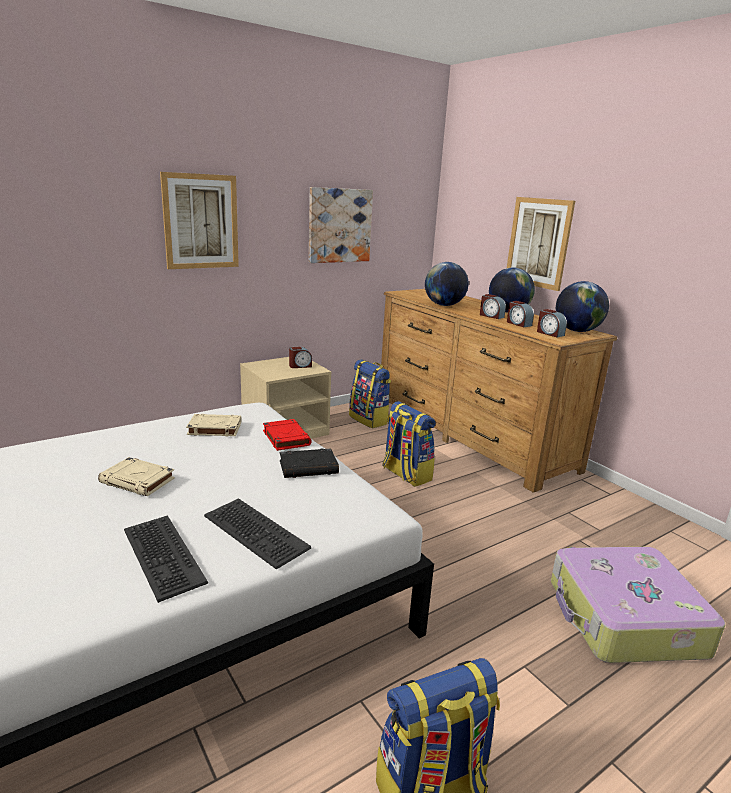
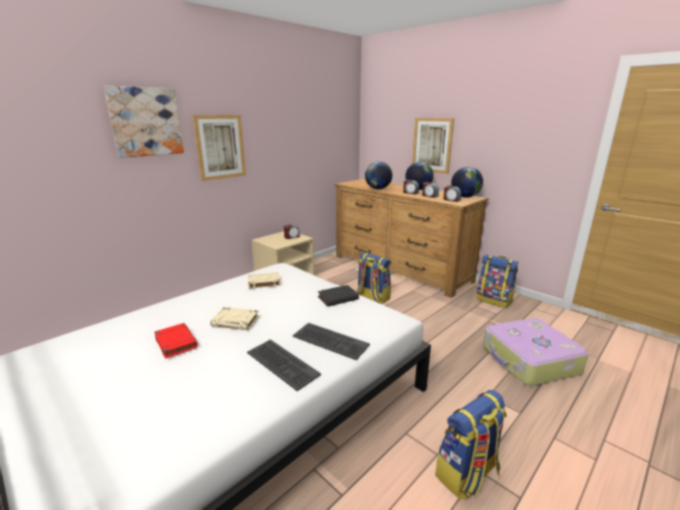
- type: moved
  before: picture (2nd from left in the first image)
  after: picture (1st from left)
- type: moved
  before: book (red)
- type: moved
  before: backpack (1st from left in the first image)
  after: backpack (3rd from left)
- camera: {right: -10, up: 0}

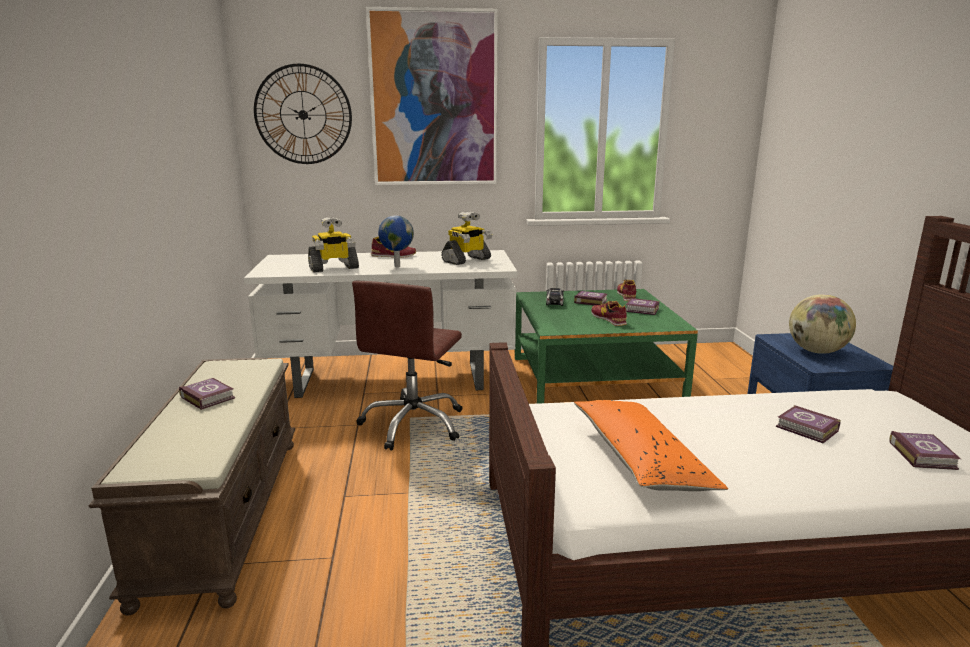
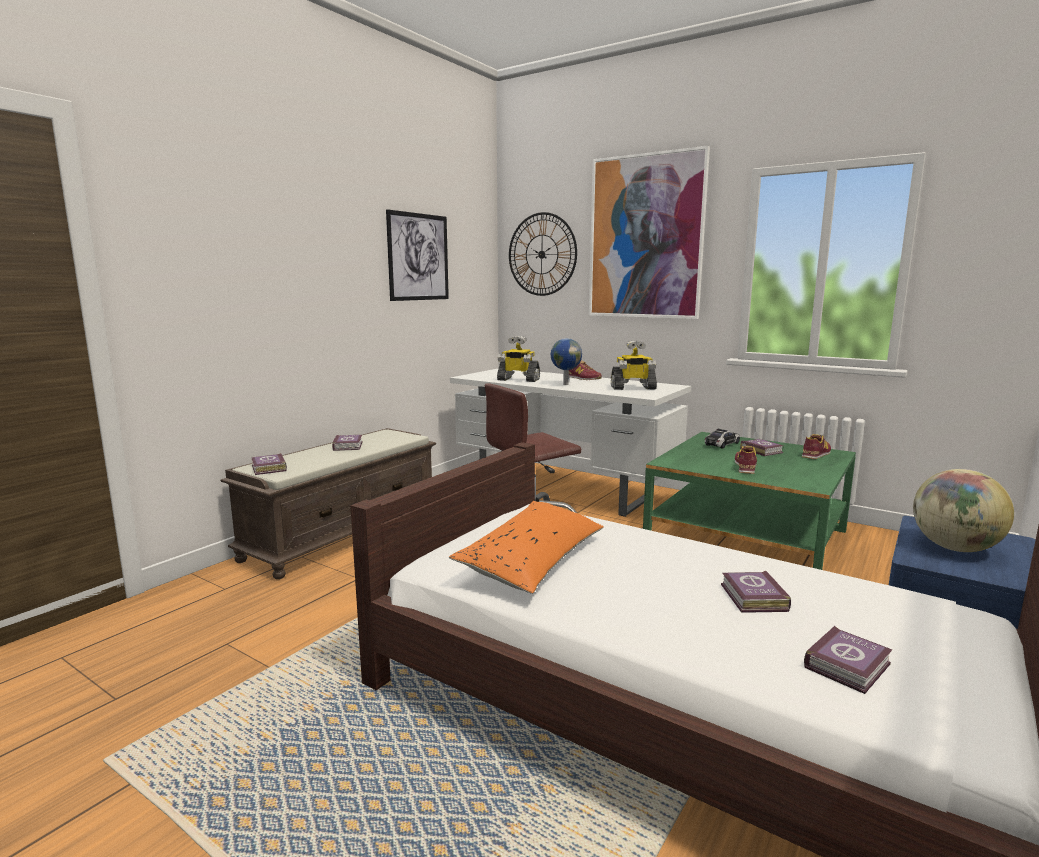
- type: moved
  before: book (3rd from left in the first image)
  after: book (1st from left)
- type: added
  after: picture (1st from left)
- camera: {right: 40, up: -5}

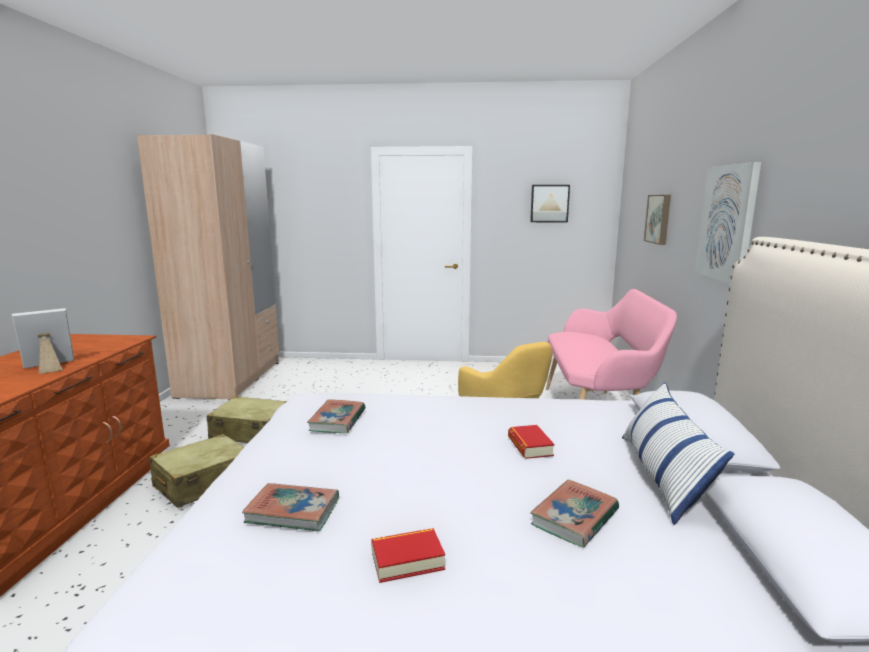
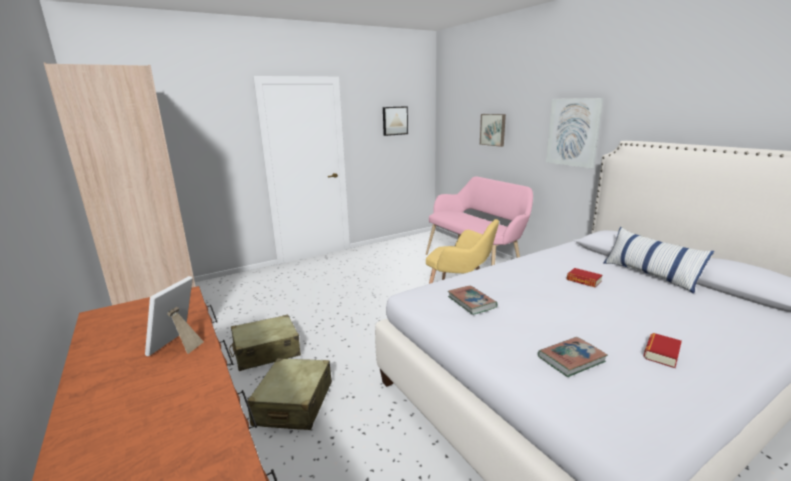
- type: removed
  before: book (5th from left)
- camera: {right: -35, up: 5}

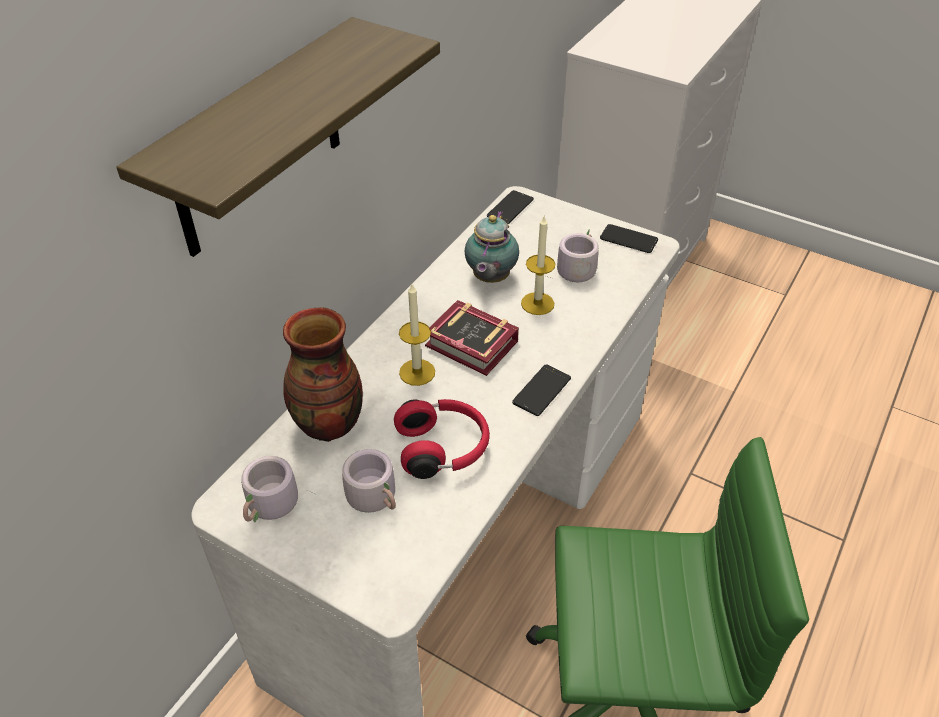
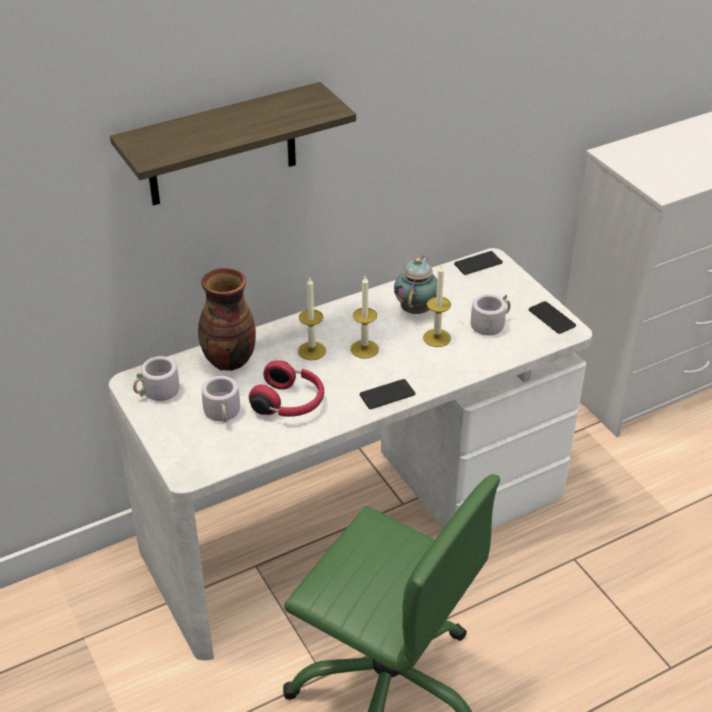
- type: replaced
  before: book
  after: candle (2nd from left)
- type: turned
  before: teapot
  turn: 150
- camera: {right: 30, up: -5}

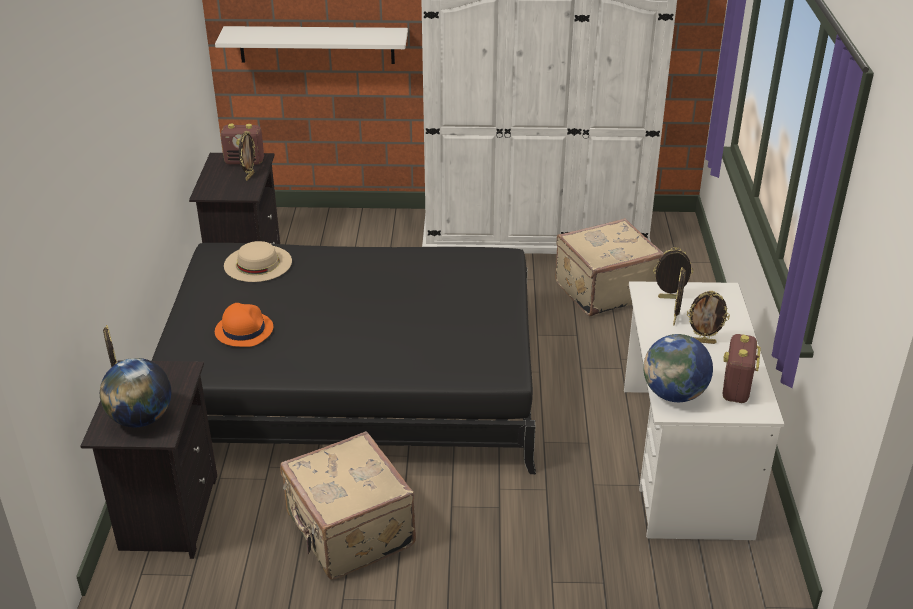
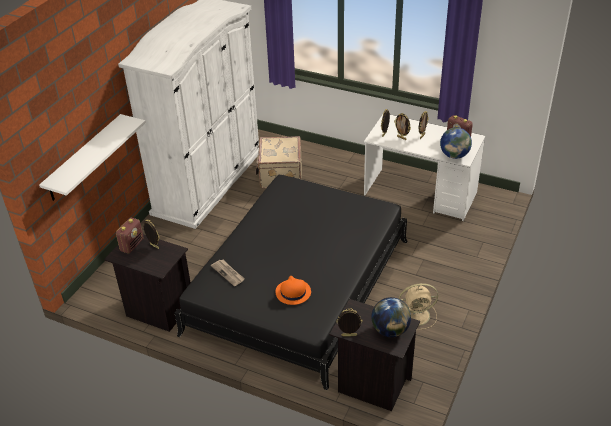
- type: replaced
  before: hat (beige)
  after: newspaper
- type: replaced
  before: suitcase (beige) (1st from left)
  after: fan (beige)
- camera: {right: -65, up: 5}

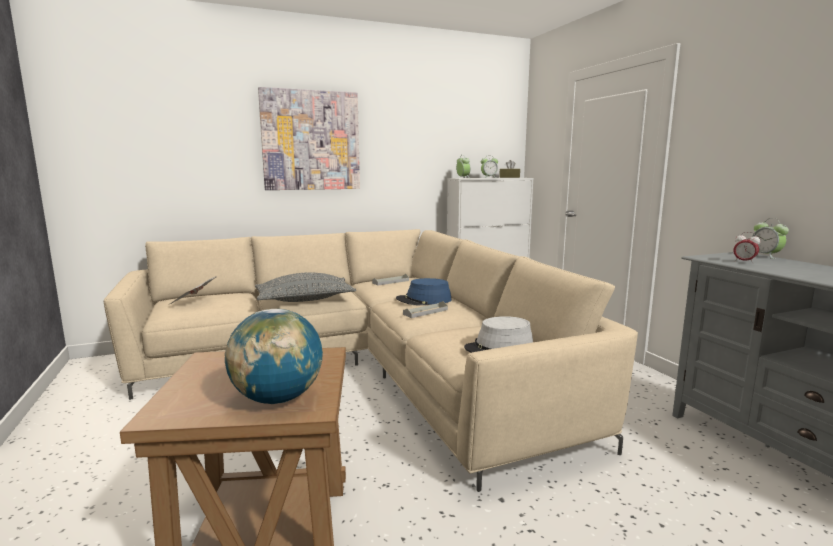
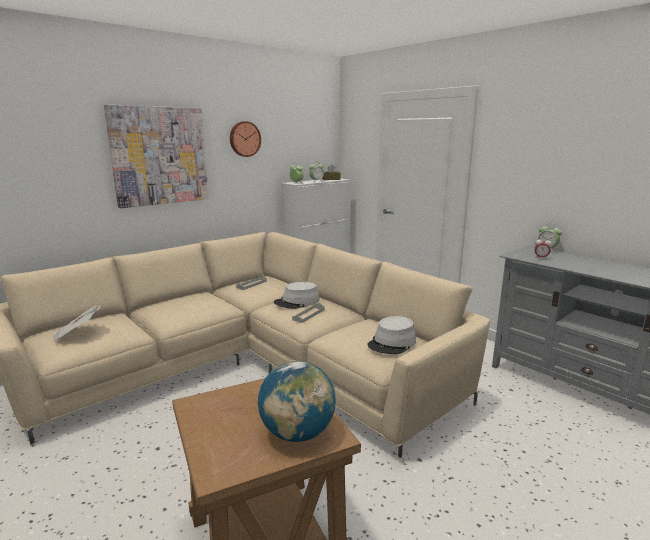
- type: added
  after: wall clock
- type: recoloured
  before: hat (blue)
  after: hat (grey) (1st from left)
- type: removed
  before: pillow (grey)
- camera: {right: -20, up: 5}

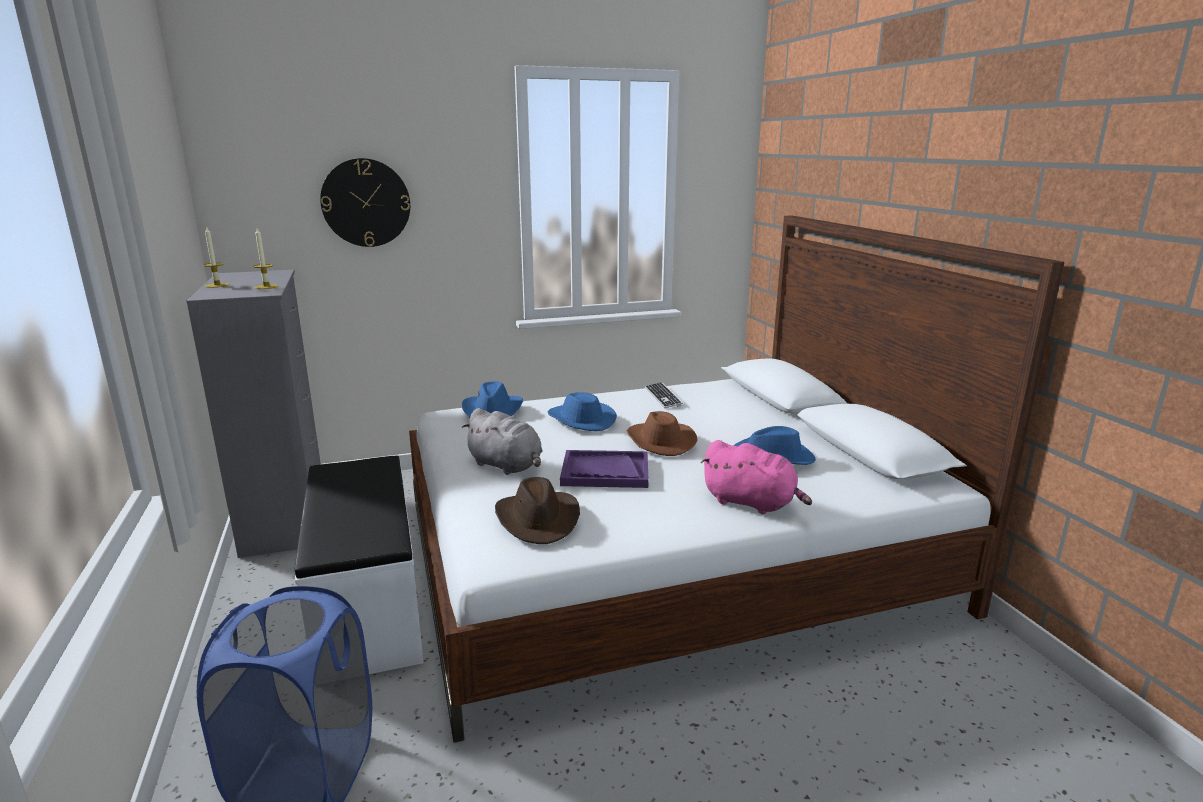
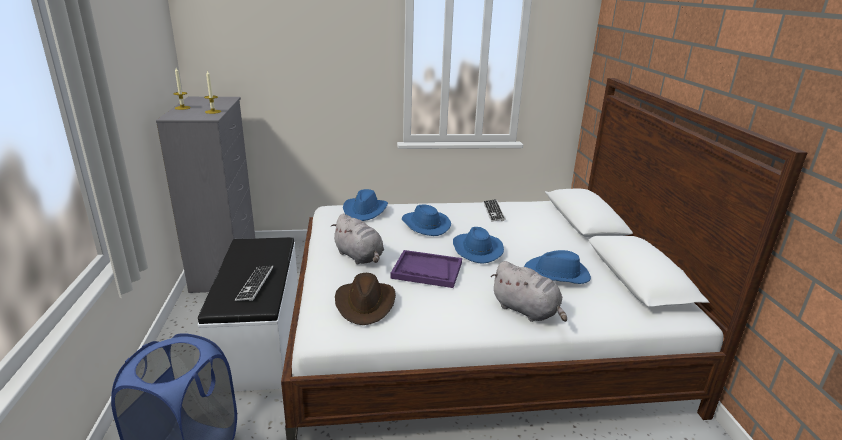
- type: added
  after: keyboard (1st from left)
- type: recoloured
  before: hat (brown) (2nd from left)
  after: hat (blue) (3rd from left)
- type: recoloured
  before: plush toy (pink)
  after: plush toy (grey) (2nd from left)
- type: removed
  before: wall clock
- camera: {right: 10, up: 5}

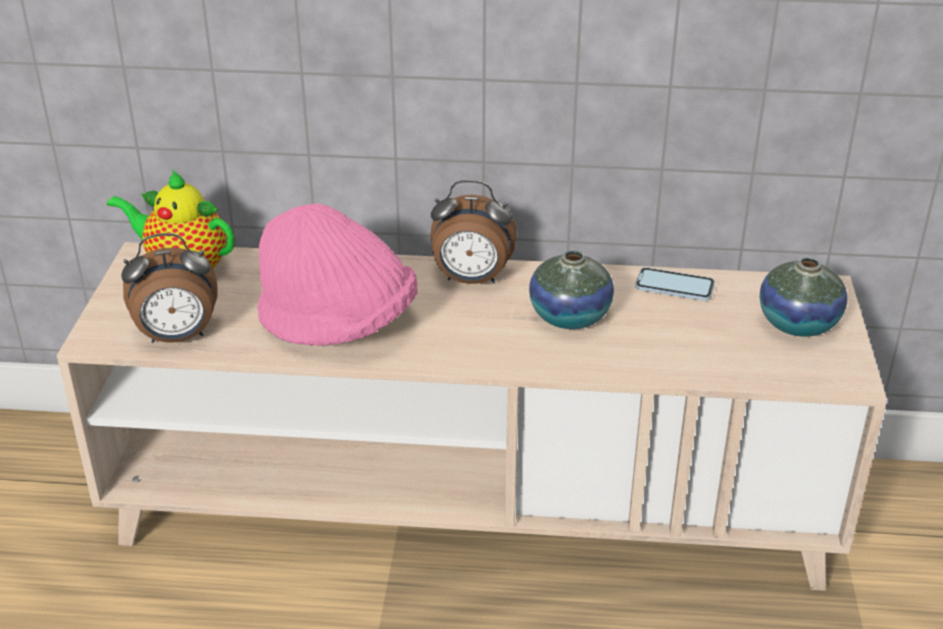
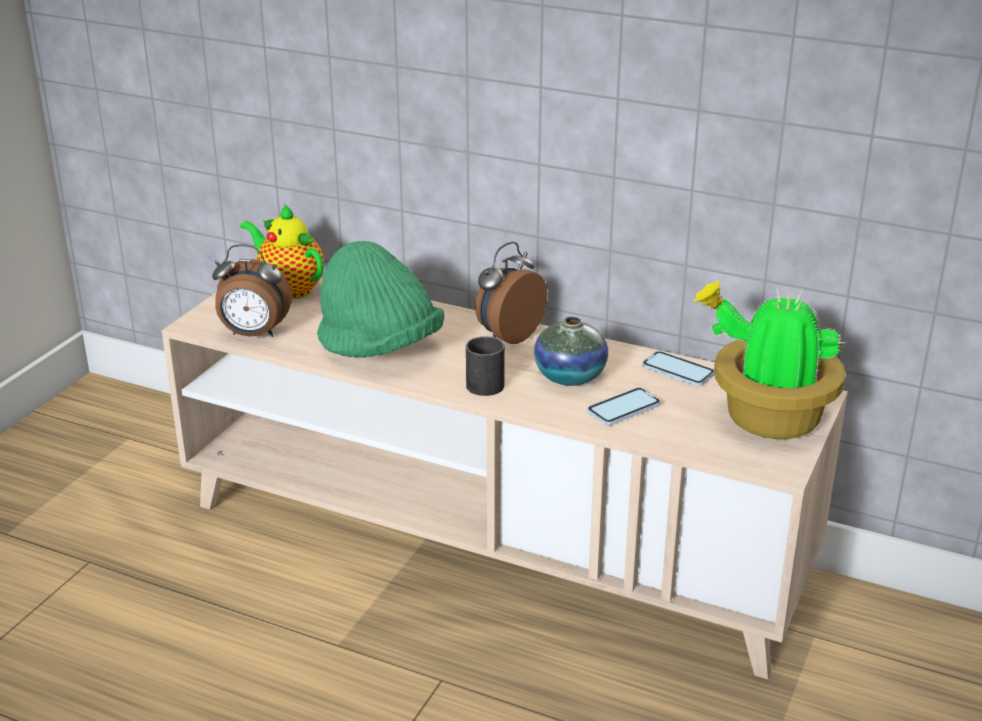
- type: recoloured
  before: hat (pink)
  after: hat (green)
- type: added
  after: mug (black)
- type: turned
  before: alarm clock (2nd from left)
  turn: 105
- type: added
  after: phone (1st from left)
- type: replaced
  before: vase (2nd from left)
  after: potted plant
- camera: {right: 20, up: -5}

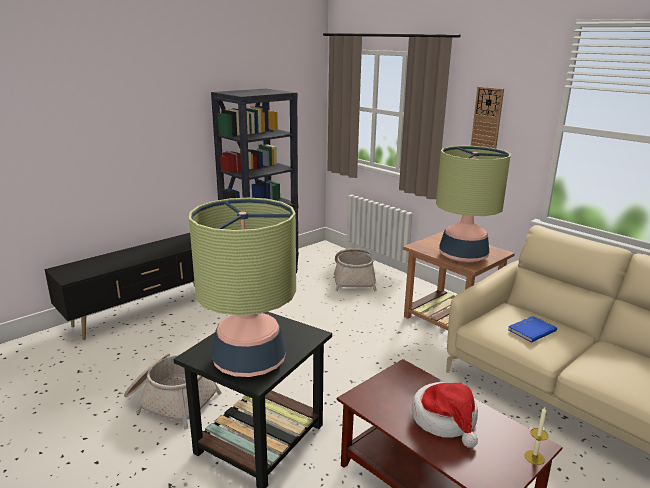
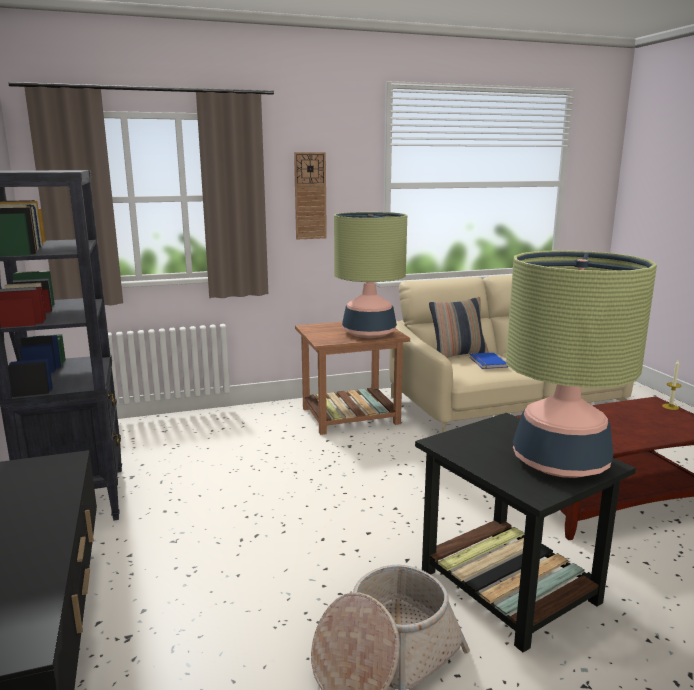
- type: added
  after: pillow
- type: removed
  before: basket (2nd from left)
- type: removed
  before: hat
- camera: {right: -65, up: -5}

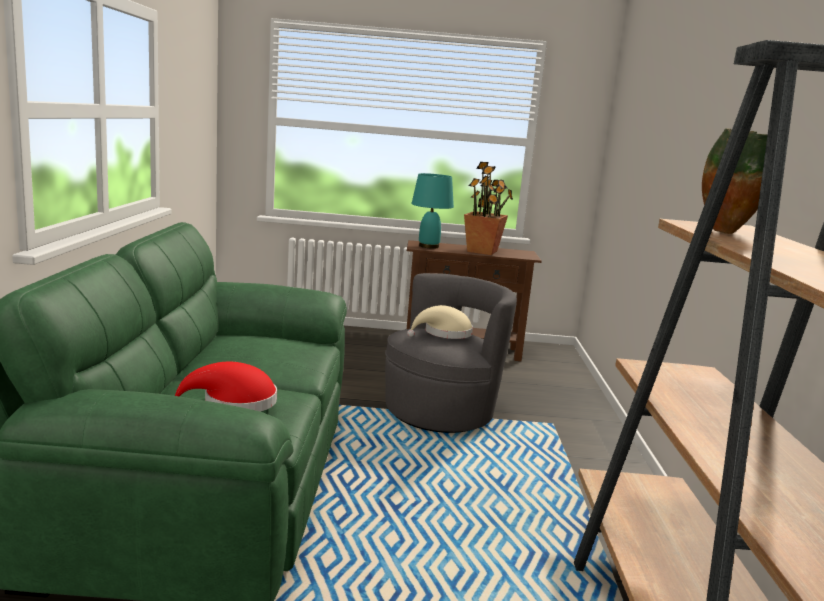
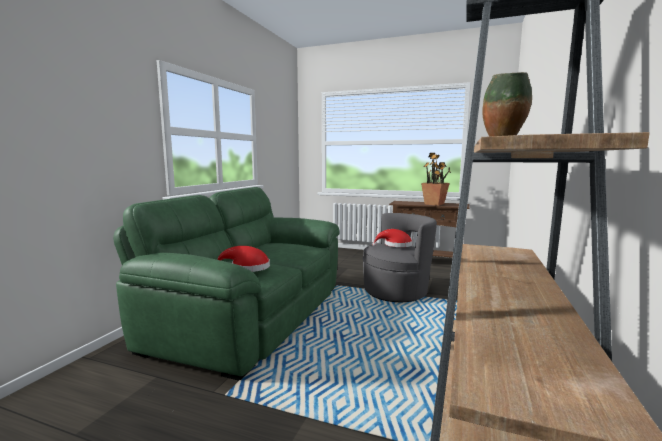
- type: recoloured
  before: hat (beige)
  after: hat (red) (2nd from left)
- type: removed
  before: table lamp (turquoise)
- camera: {right: 20, up: -5}

